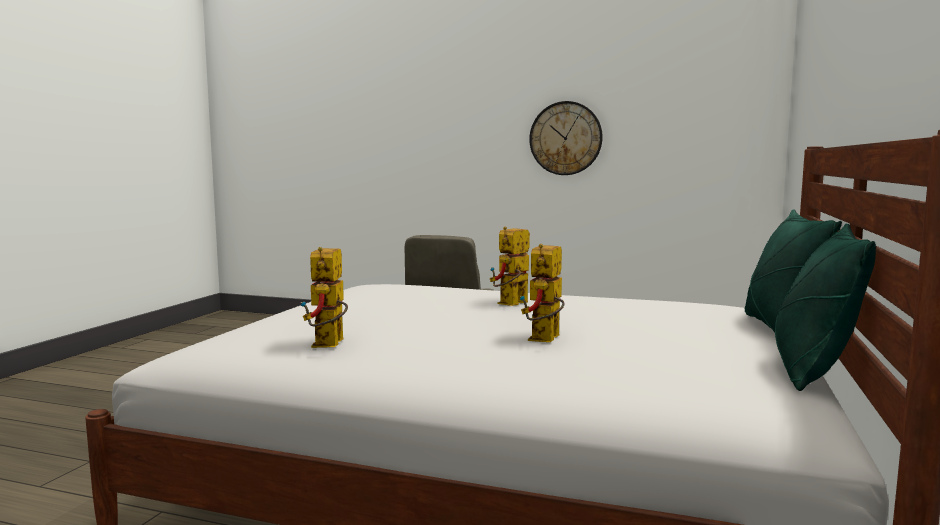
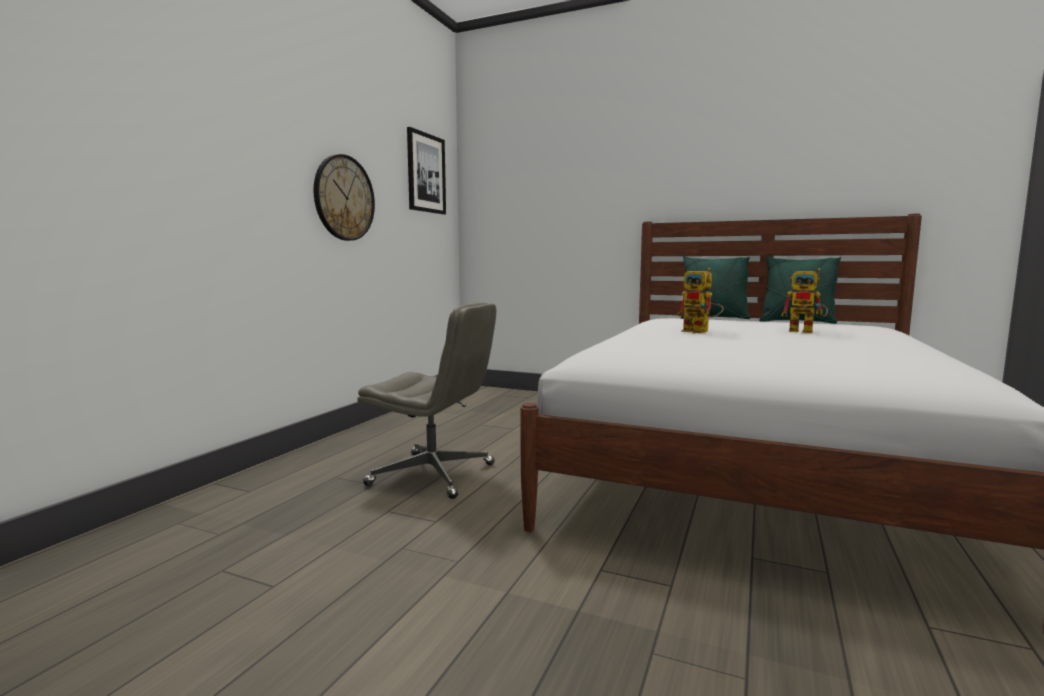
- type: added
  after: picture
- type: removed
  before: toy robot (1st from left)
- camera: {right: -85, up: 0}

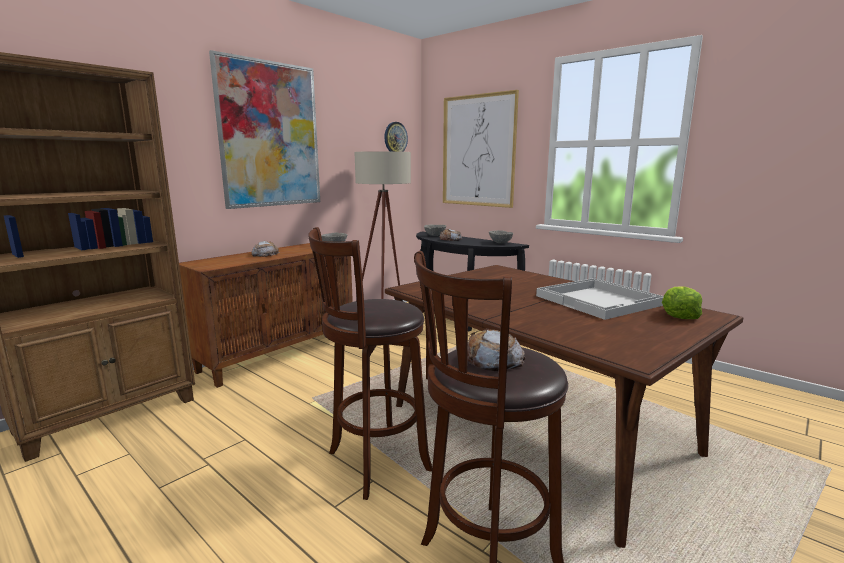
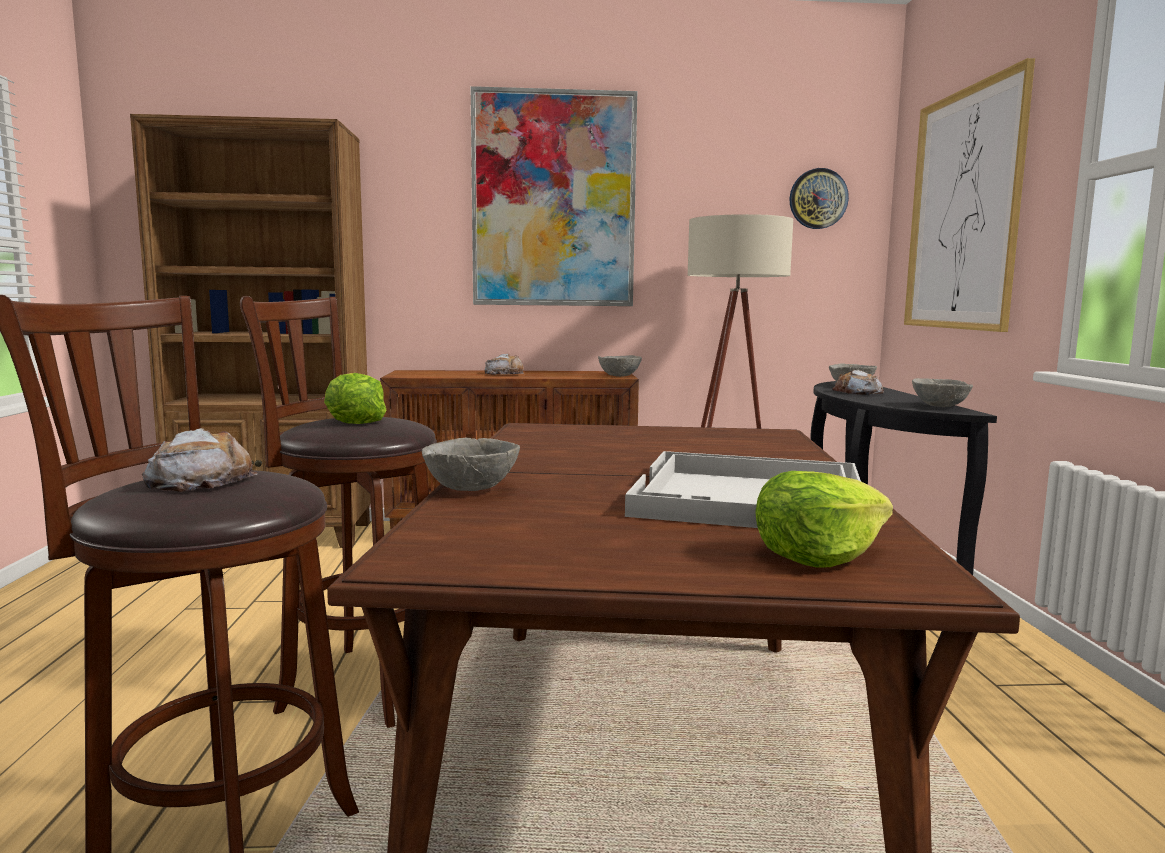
- type: added
  after: lettuce (1st from left)
- type: added
  after: bowl (grey) (1st from left)
- camera: {right: 45, up: -5}

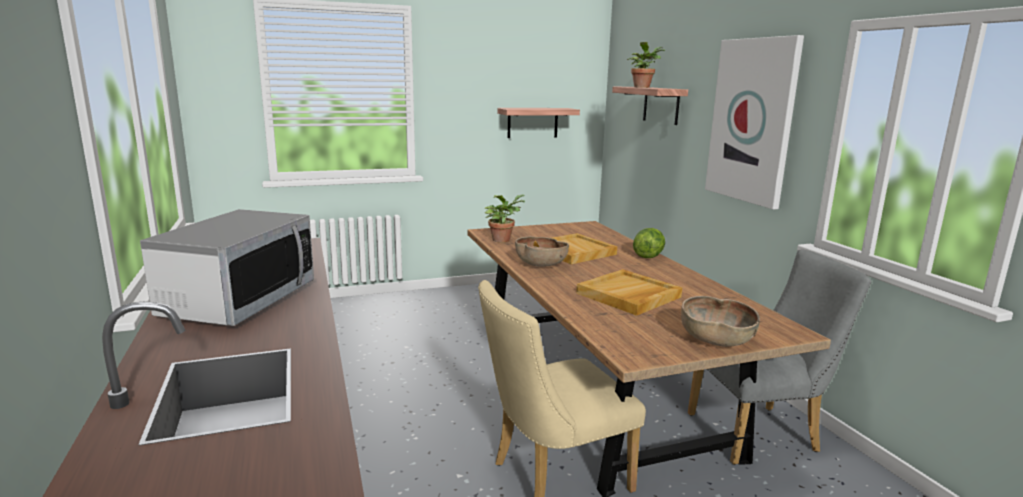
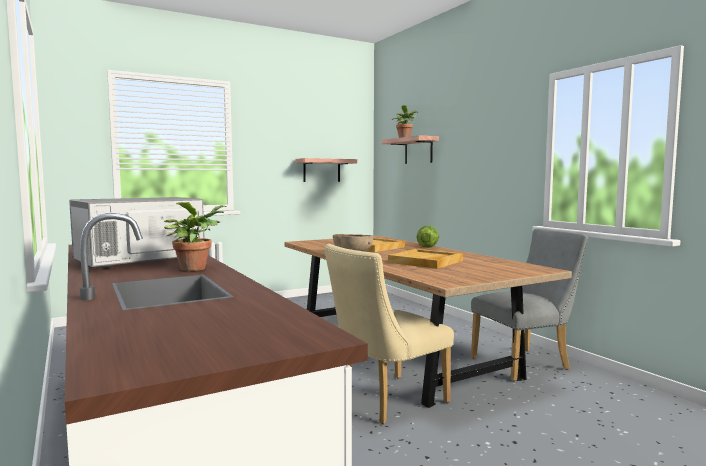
- type: turned
  before: microwave
  turn: -135
- type: moved
  before: potted plant (1st from left)
- type: removed
  before: bowl (brown) (2nd from left)
- type: removed
  before: picture
- camera: {right: -10, up: -10}

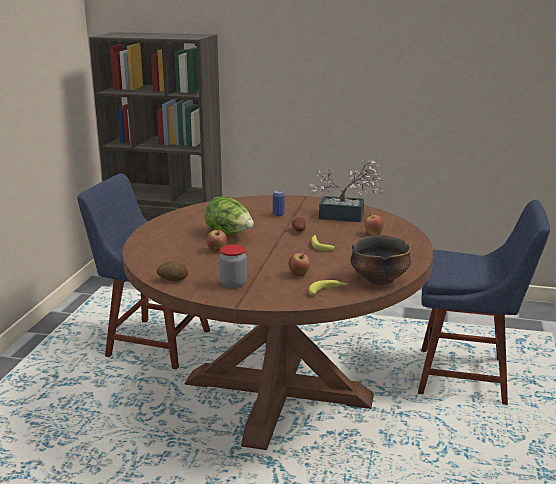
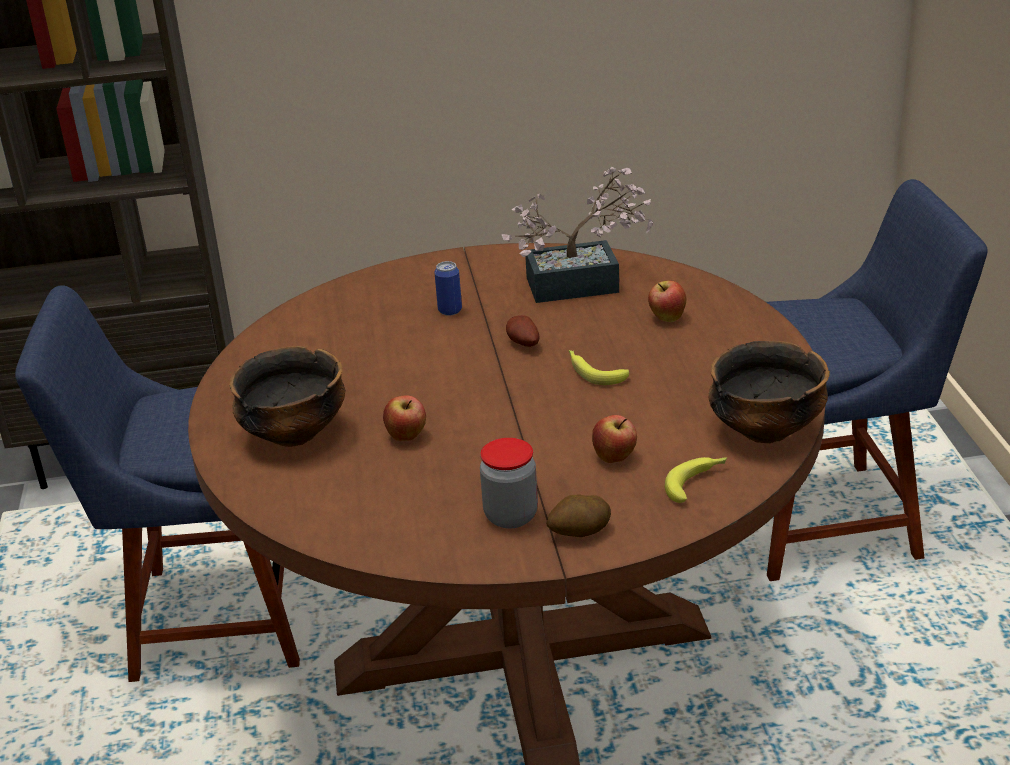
- type: added
  after: bowl (1st from left)
- type: moved
  before: potato (1st from left in the first image)
  after: potato (2nd from left)
- type: removed
  before: lettuce
- camera: {right: -20, up: 10}

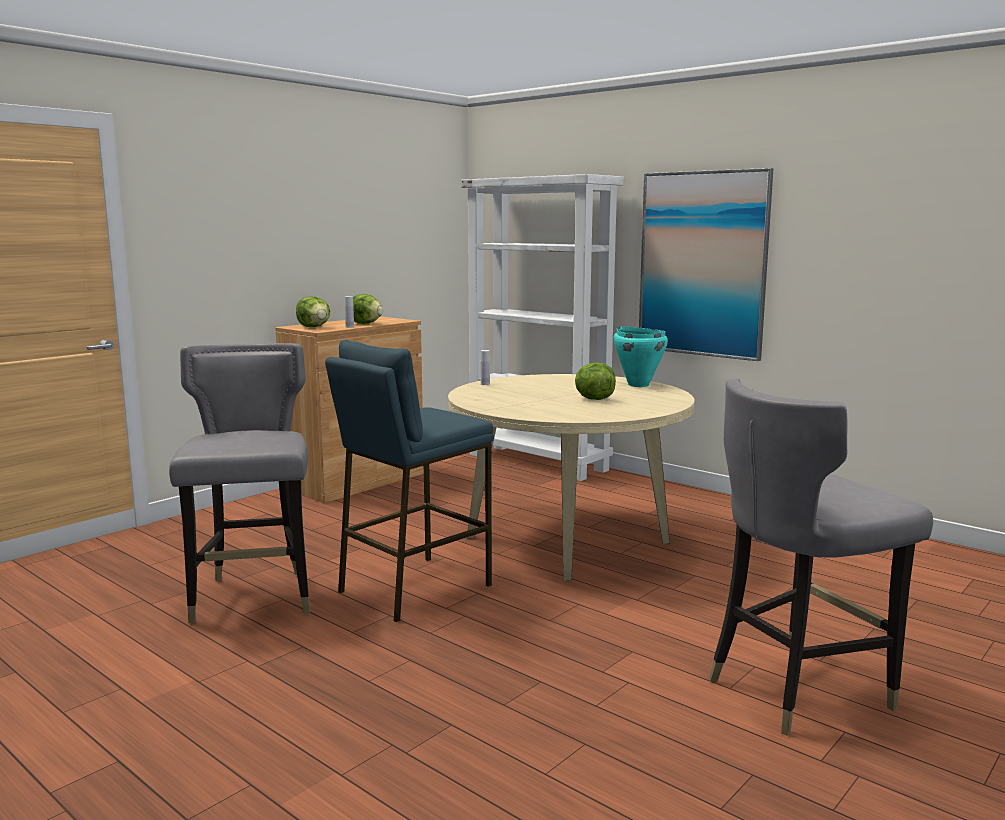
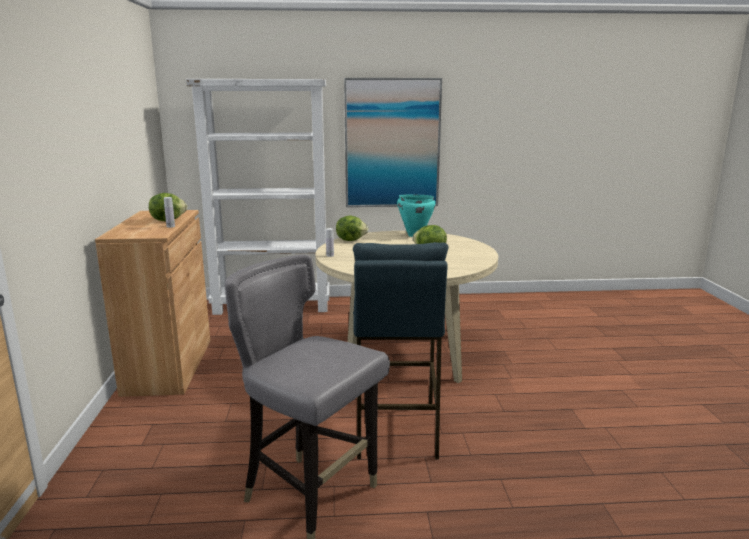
- type: moved
  before: lettuce (1st from left in the first image)
  after: lettuce (2nd from left)
- type: removed
  before: chair (grey) (2nd from left)
- camera: {right: -45, up: 5}

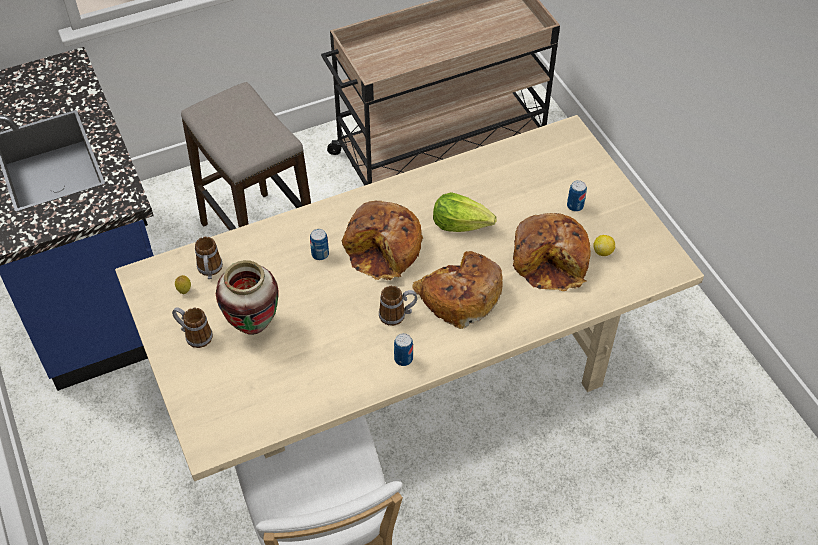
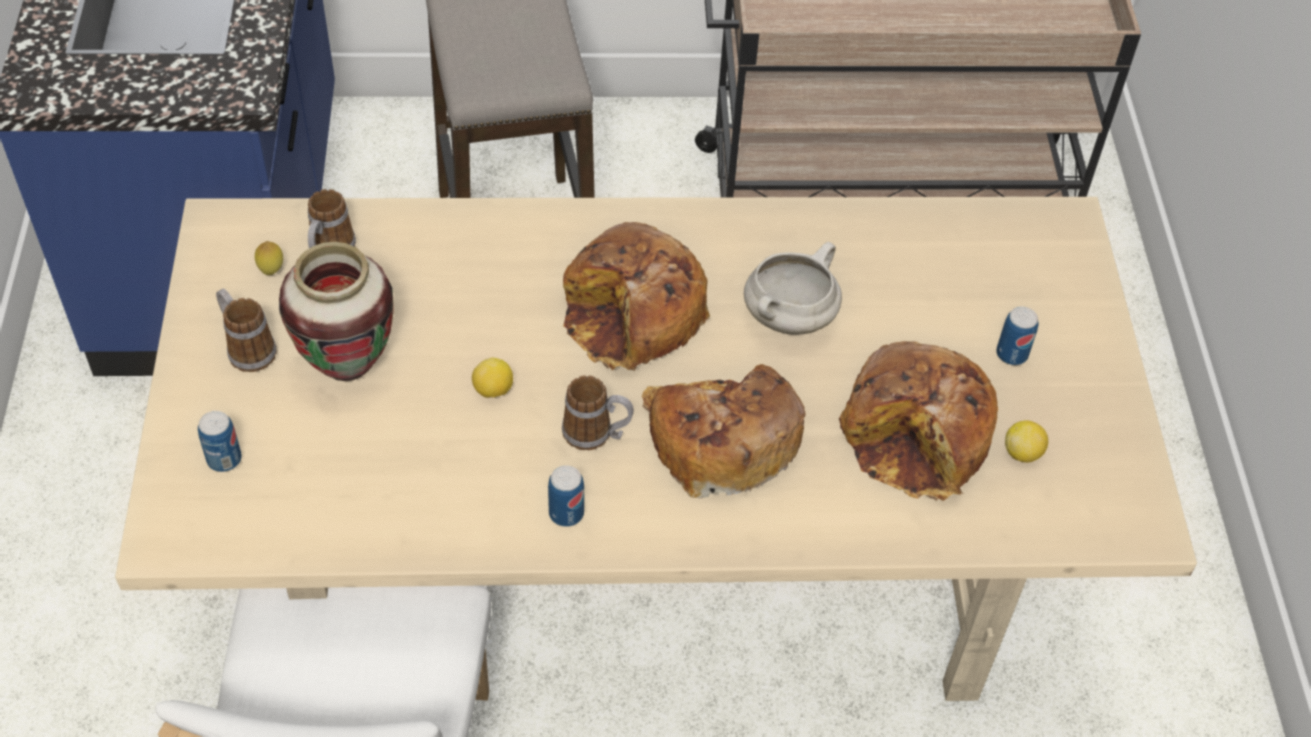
- type: moved
  before: can (1st from left)
- type: added
  after: lemon (2nd from left)
- type: replaced
  before: lettuce
  after: cooking pot (white)
- camera: {right: 20, up: 0}

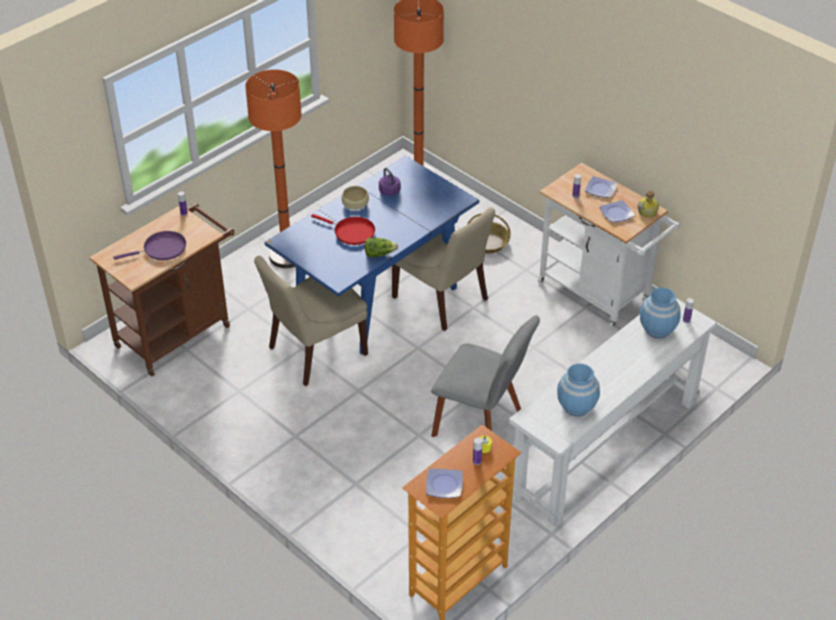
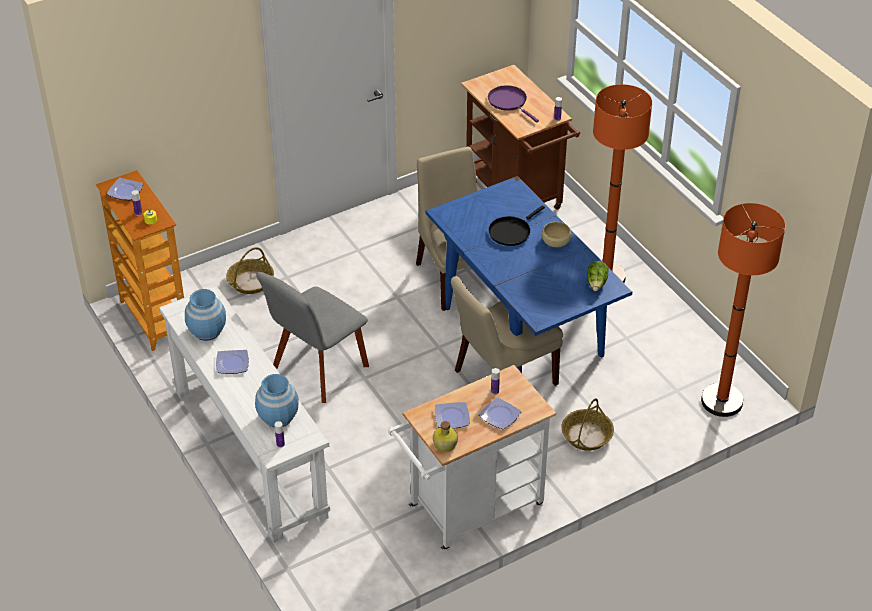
- type: added
  after: plate (2nd from left)
- type: added
  after: basket (1st from left)
- type: turned
  before: frying pan (purple)
  turn: 150
- type: recoloured
  before: frying pan (red)
  after: frying pan (black)
- type: moved
  before: lettuce
- type: removed
  before: kettle (purple)
- camera: {right: 105, up: 0}

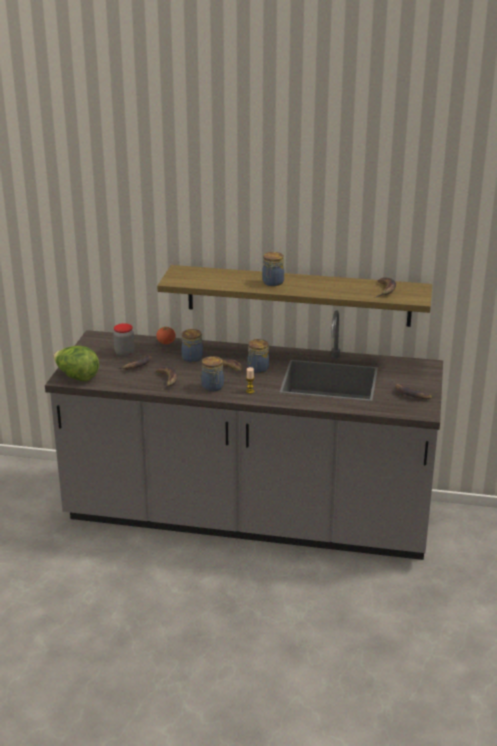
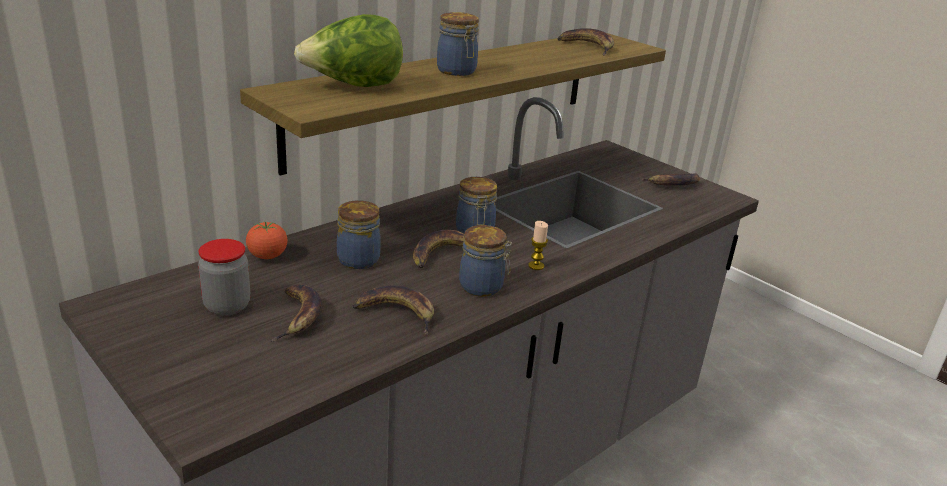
- type: moved
  before: lettuce
- camera: {right: -55, up: 0}

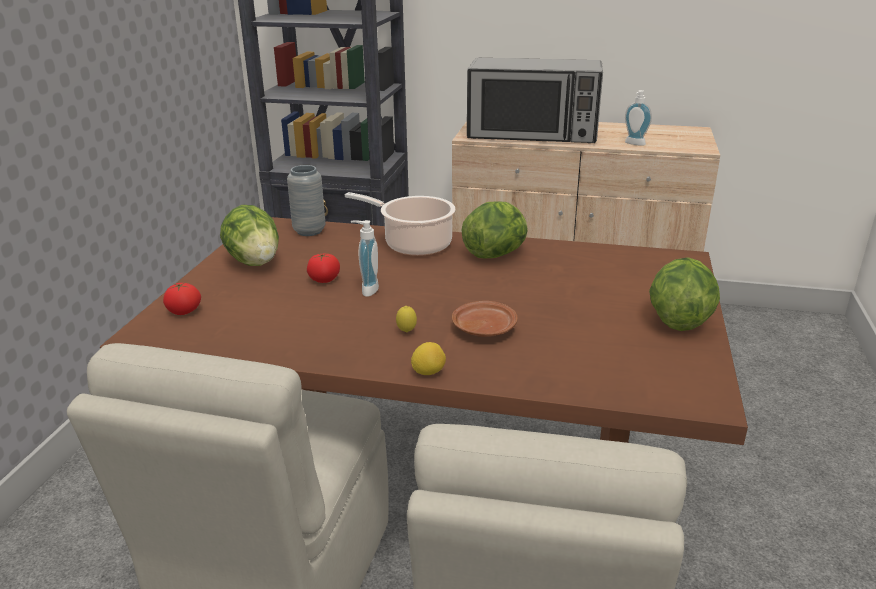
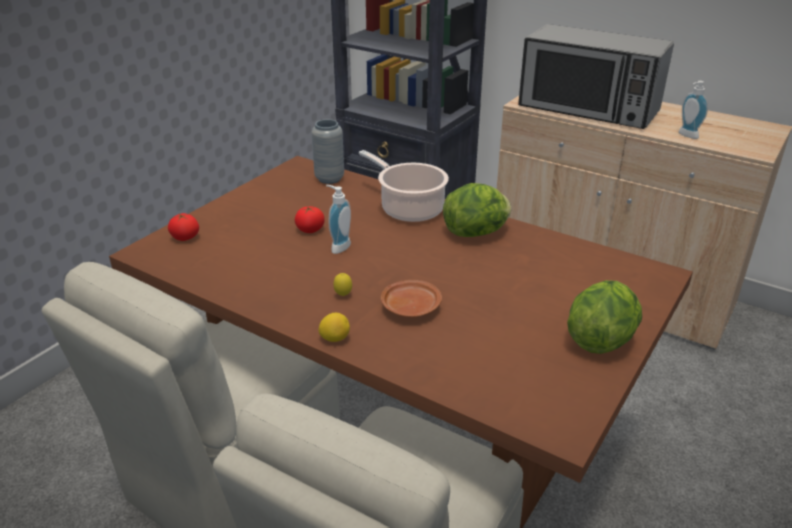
- type: removed
  before: lettuce (1st from left)
- camera: {right: 20, up: 5}

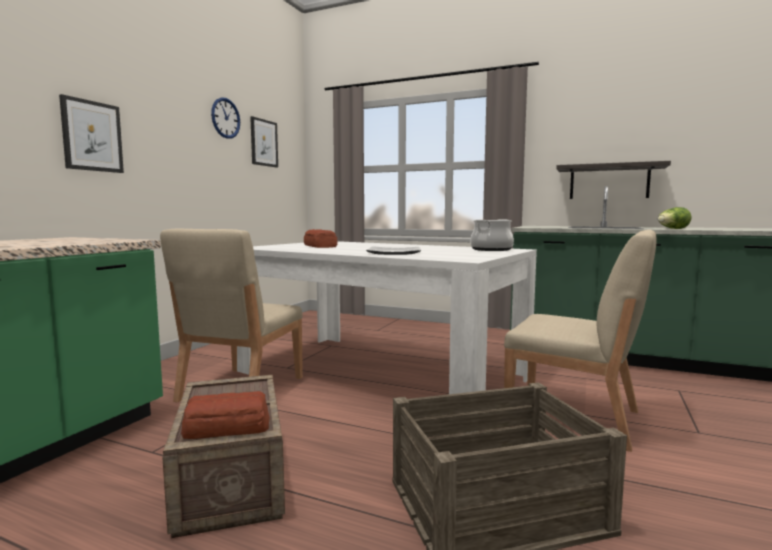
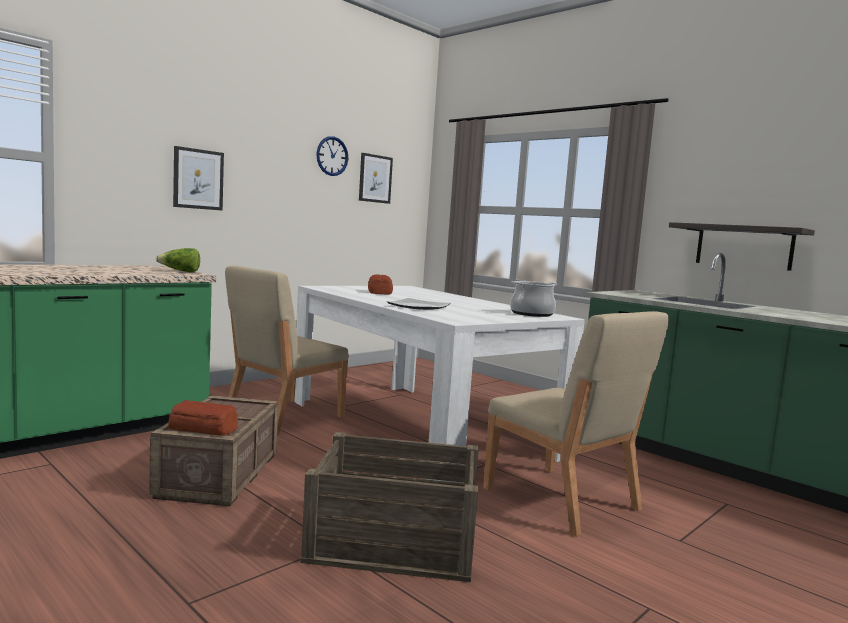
- type: moved
  before: lettuce
- camera: {right: 20, up: 0}

